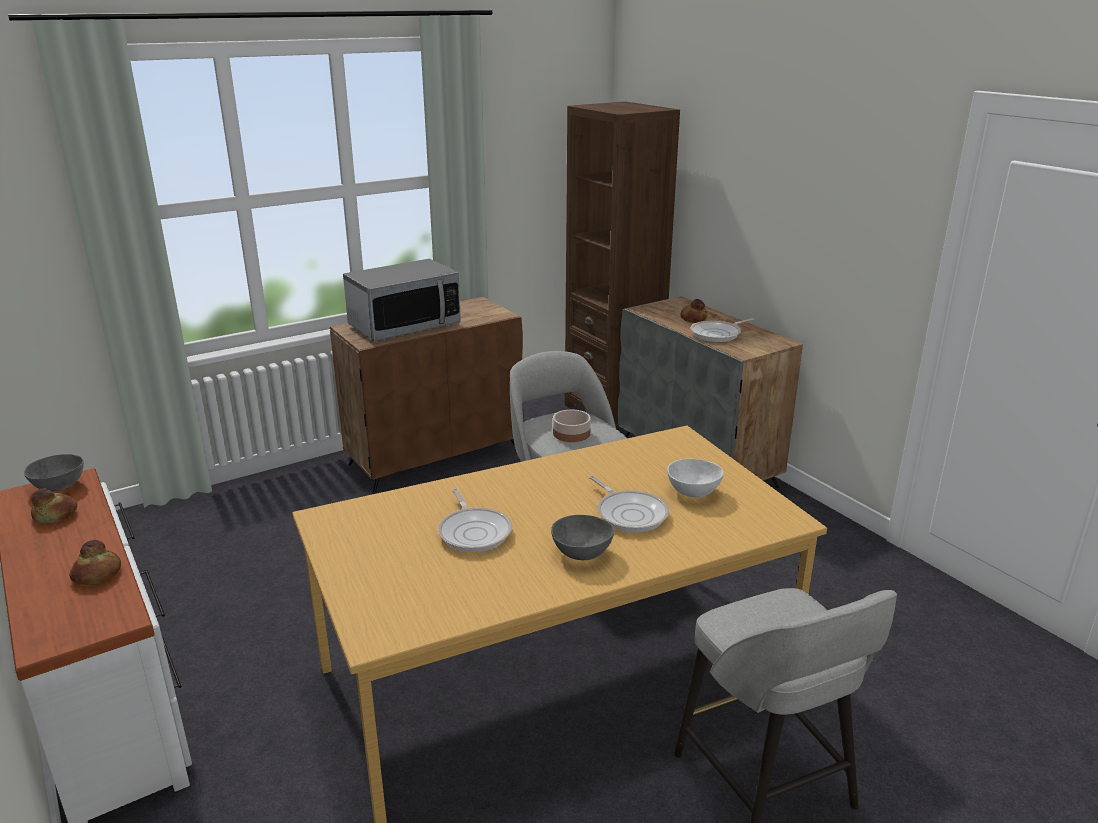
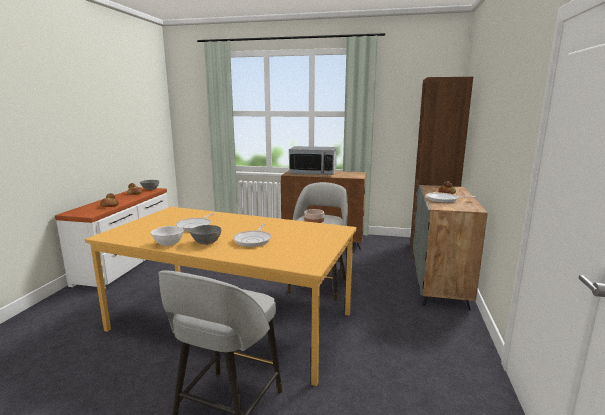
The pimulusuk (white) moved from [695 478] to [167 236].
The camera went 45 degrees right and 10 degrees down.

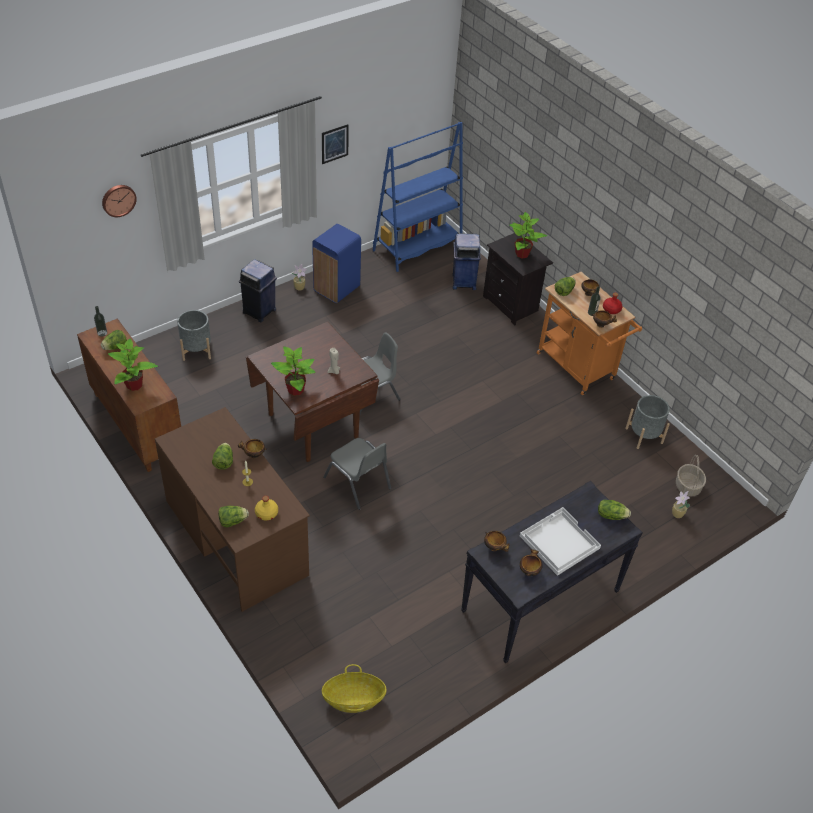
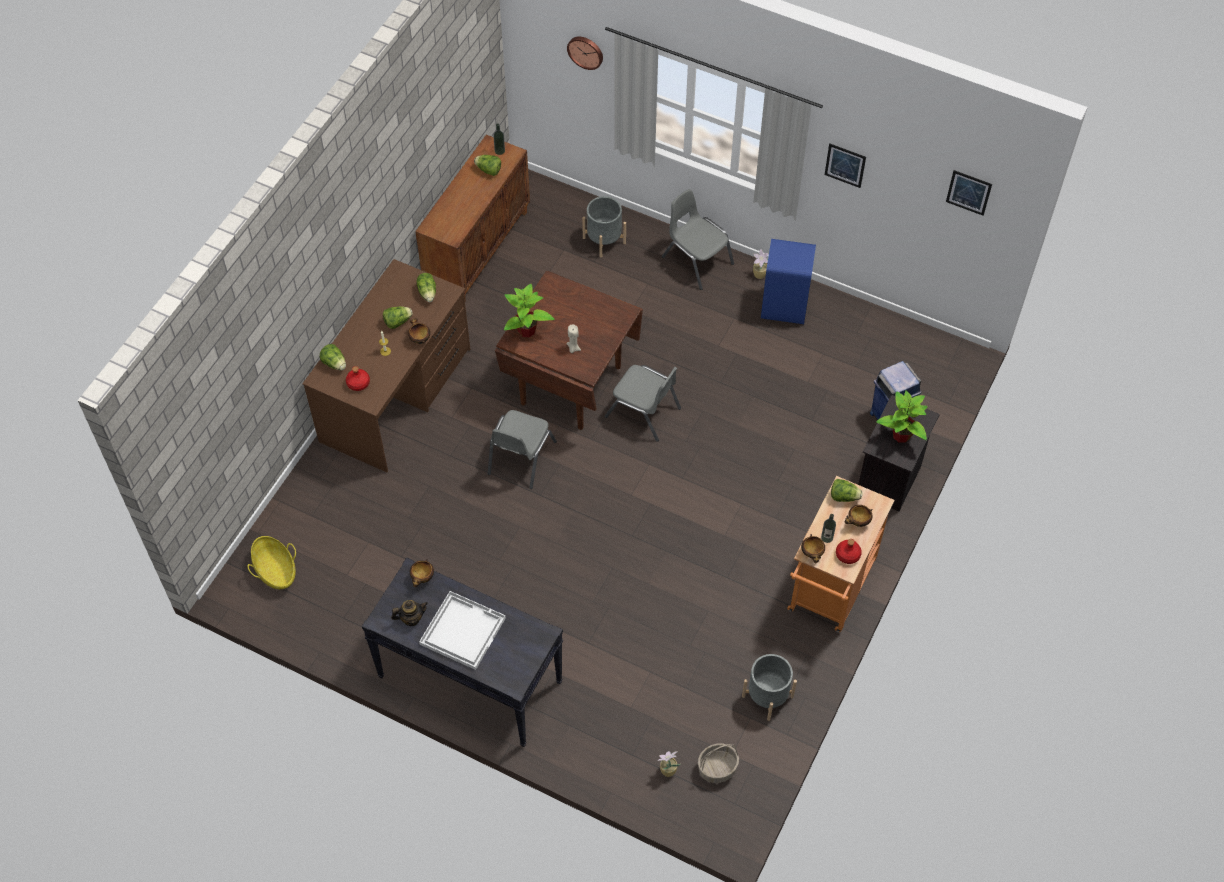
The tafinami at [133 365] disappeared.
The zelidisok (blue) at [418 197] disappeared.
The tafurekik at [969 193] appeared.
The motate moved from [614 510] to [426 287].
The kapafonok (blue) at [258 290] was replaced by the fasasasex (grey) at [698 239].
The pimulusuk at [531 562] was replaced by the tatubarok at [409 613].
The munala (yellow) at [266 508] became the munala (red) at [358 378].
The camera went 65 degrees right and 10 degrees up.

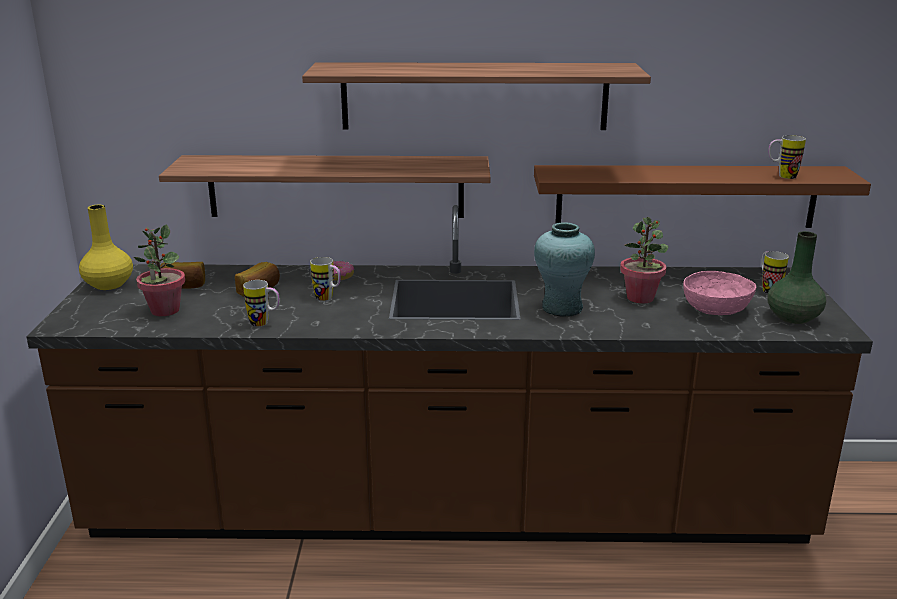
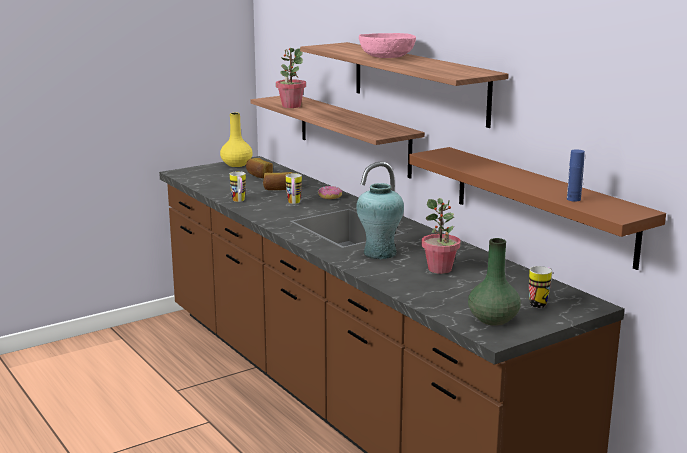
The tafinami moved from [159 270] to [291 78].
The pimulusuk (pink) moved from [719 293] to [387 45].
The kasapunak at [787 157] was replaced by the munala (blue) at [576 175].
The camera went 55 degrees right and 5 degrees down.

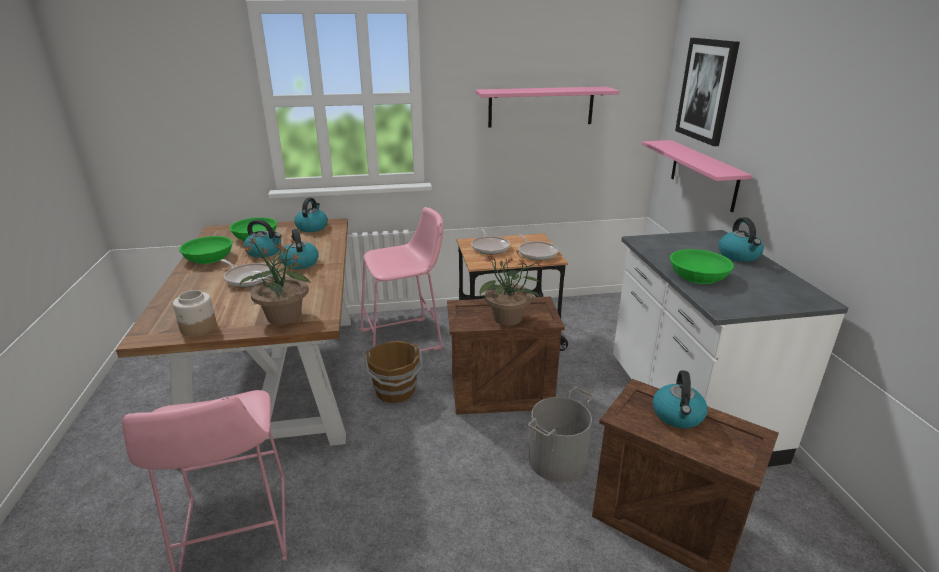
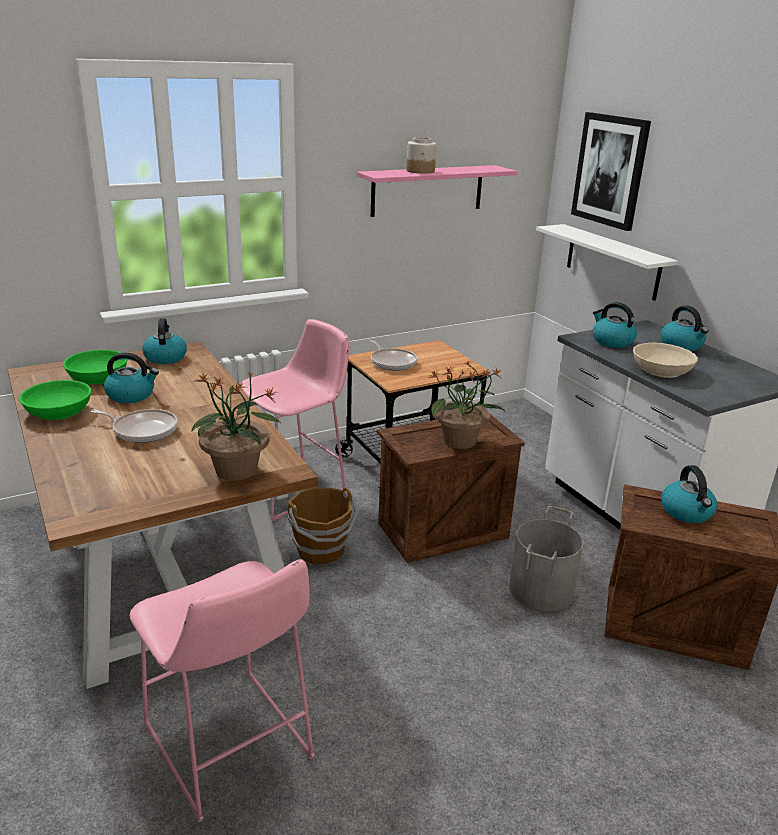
The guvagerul at [538 247] disappeared.
The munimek moved from [195 313] to [421 155].
The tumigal moved from [299 249] to [615 325].
The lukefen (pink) at [697 176] became the lukefen (white) at [607 262].
The pimulusuk (green) at [702 266] became the pimulusuk (beige) at [665 360].
The camera went 20 degrees left and 0 degrees up.

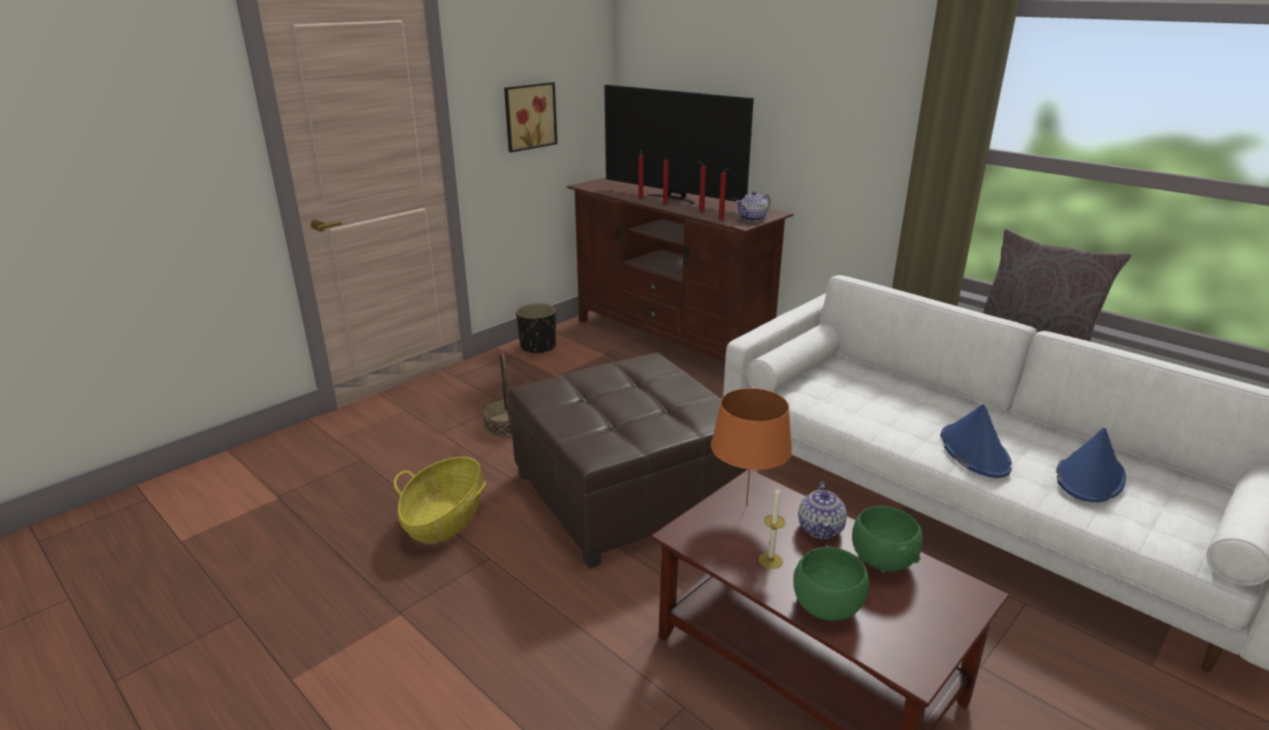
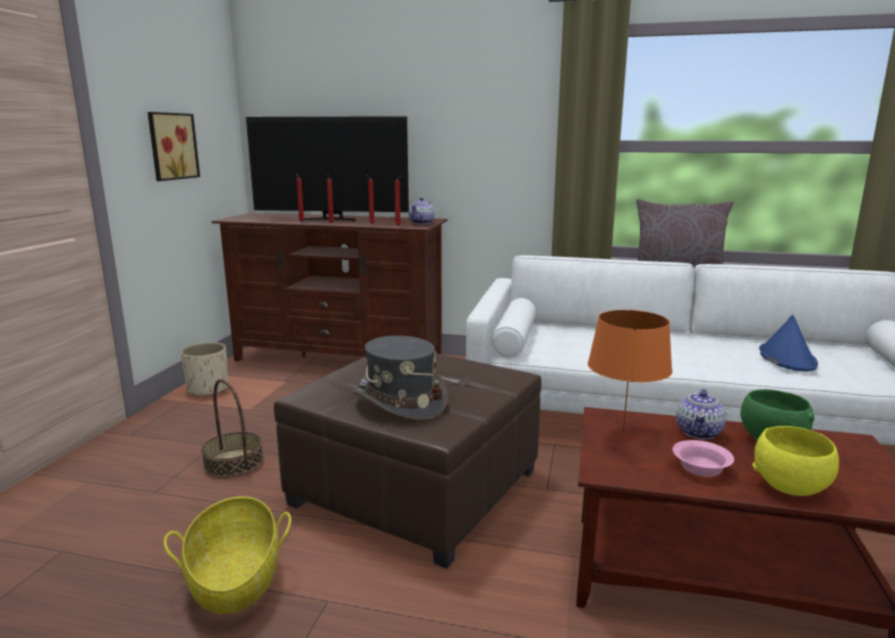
The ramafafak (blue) at [976 441] disappeared.
The ramafafak (grey) at [401 378] appeared.
The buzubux at [772 528] was replaced by the pimulusuk (pink) at [703 458].
The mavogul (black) at [536 328] became the mavogul (beige) at [204 369].
The pimulusuk (green) at [831 583] became the pimulusuk (yellow) at [795 461].
The tatubarok at [822 510] turned 45 degrees clockwise.
The camera went 30 degrees left and 10 degrees down.

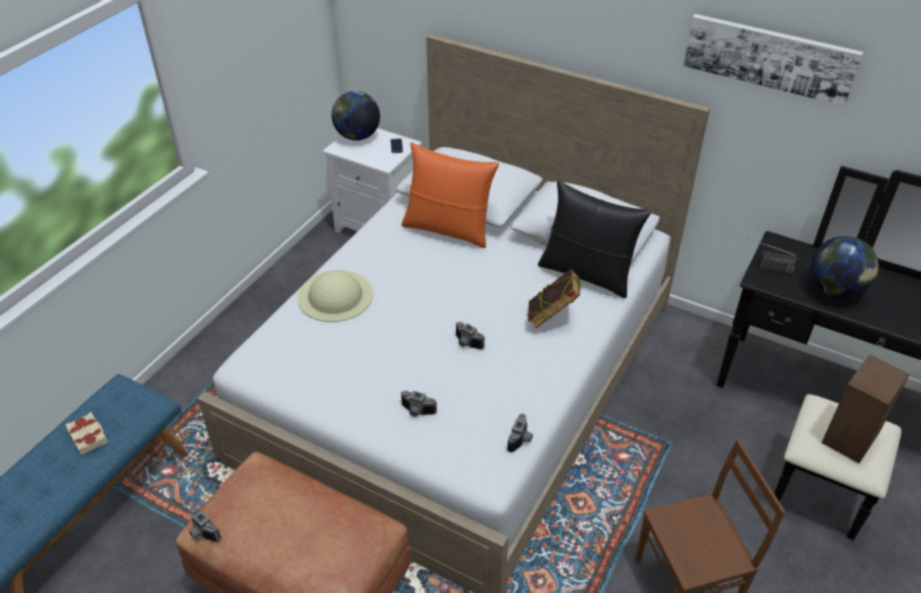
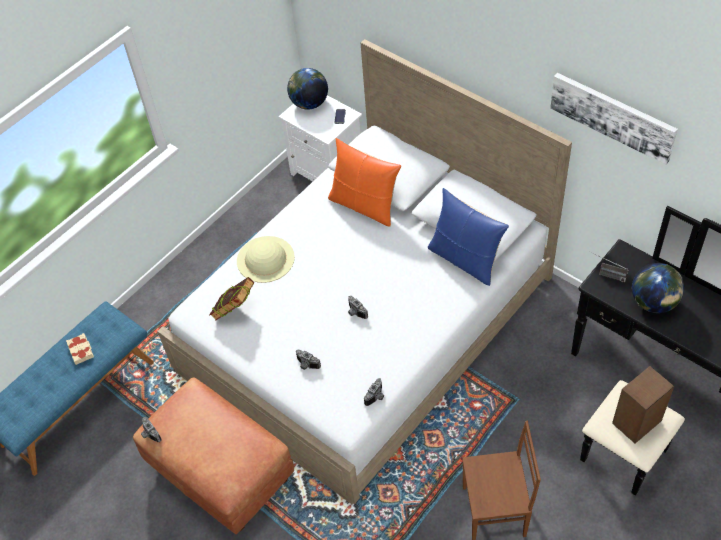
The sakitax moved from [554 298] to [232 299].
The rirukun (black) at [594 239] became the rirukun (blue) at [468 237].
The camera went 15 degrees right and 10 degrees up.

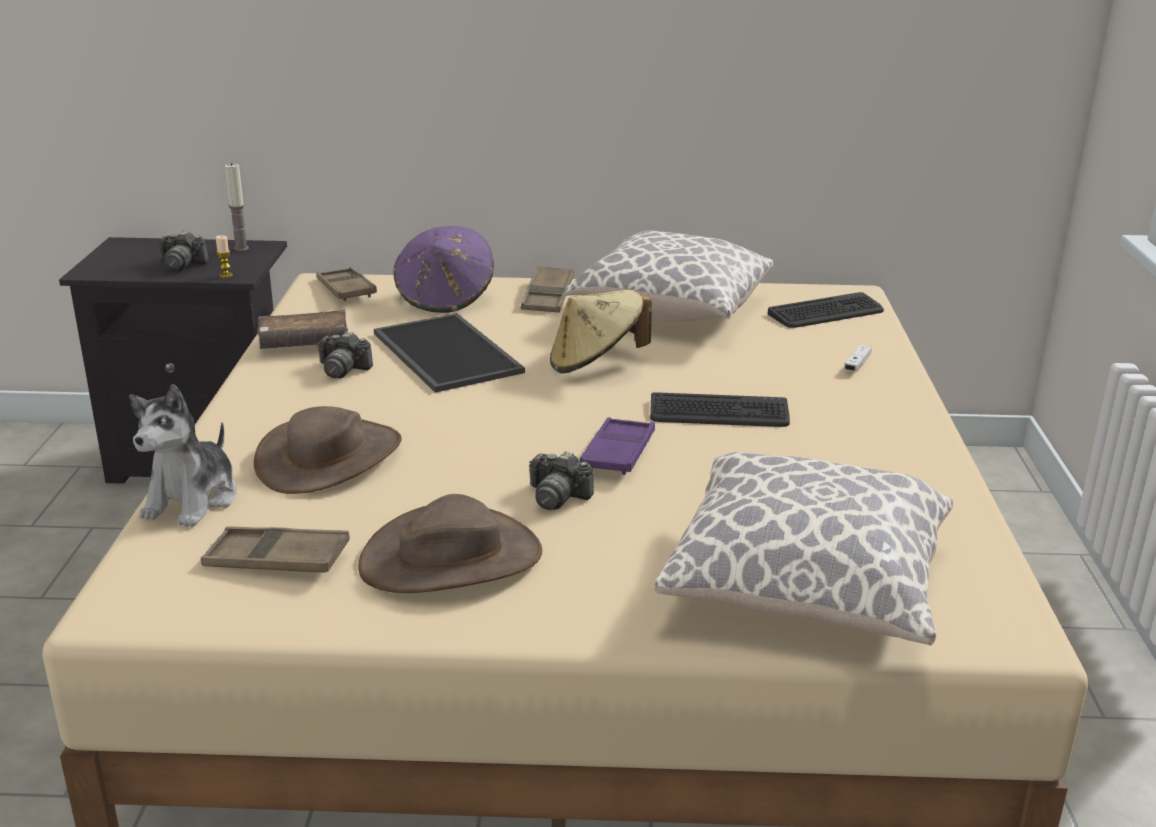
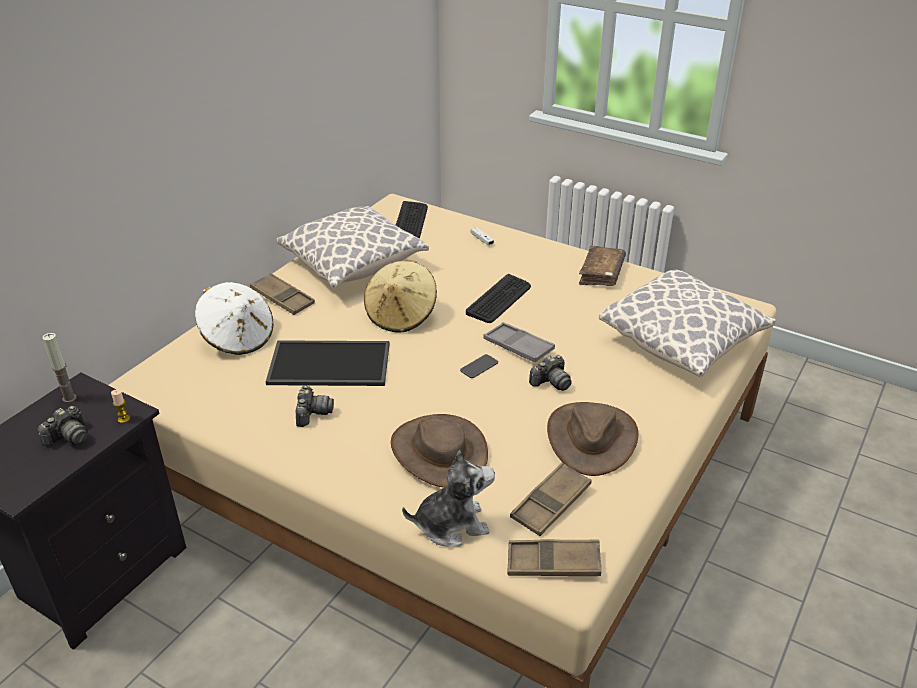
The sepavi at [479 366] appeared.
The sakitax (brown) moved from [302 329] to [602 266].
The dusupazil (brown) moved from [346 284] to [554 557].
The ramafafak (purple) at [443 269] became the ramafafak (white) at [234 318].
The dusupazil (purple) at [617 446] became the dusupazil (grey) at [519 342].
The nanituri at [183 455] turned 60 degrees counterclockwise.
The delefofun at [345 354] turned 45 degrees counterclockwise.
The camera went 60 degrees left and 10 degrees up.

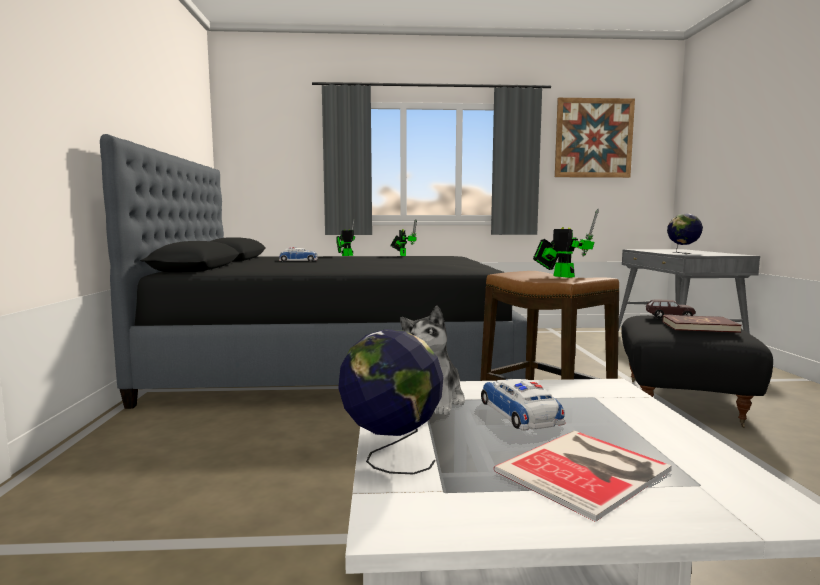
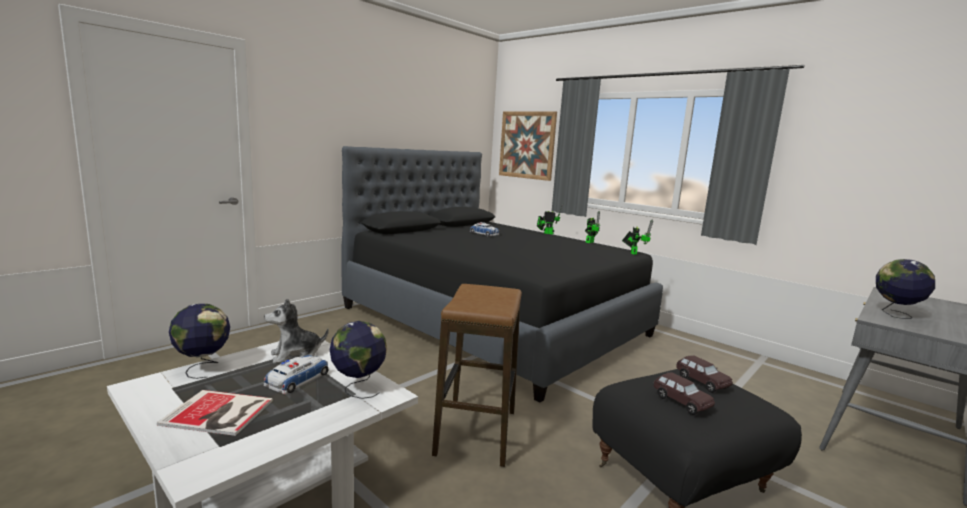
The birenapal at [358 360] appeared.
The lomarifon moved from [566 243] to [637 237].
The tafurekik moved from [595 138] to [528 146].
The sakitax (red) at [702 324] was replaced by the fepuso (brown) at [684 393].
The camera went 45 degrees right and 5 degrees up.

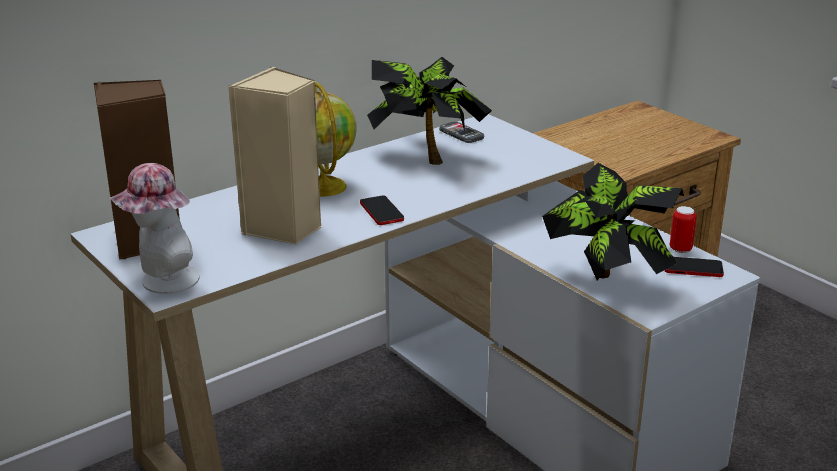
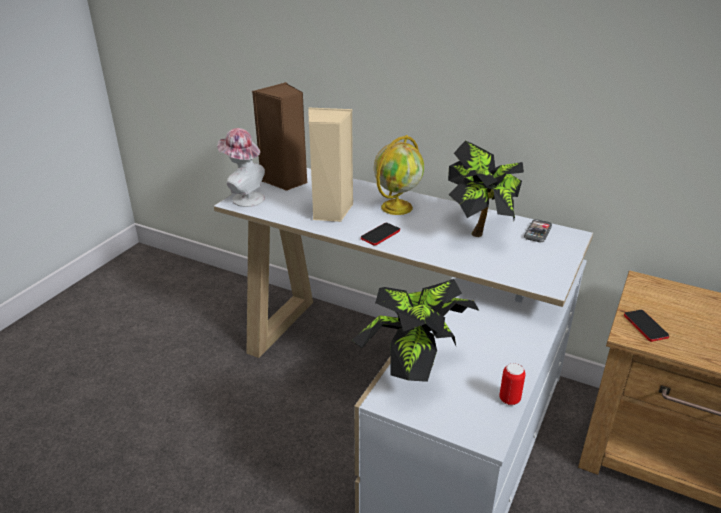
The sepavi moved from [694 267] to [646 326].
The camera went 65 degrees right and 5 degrees up.

